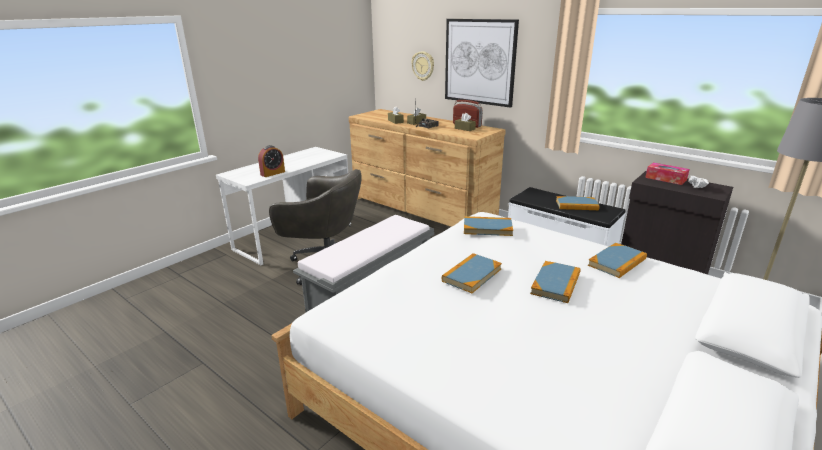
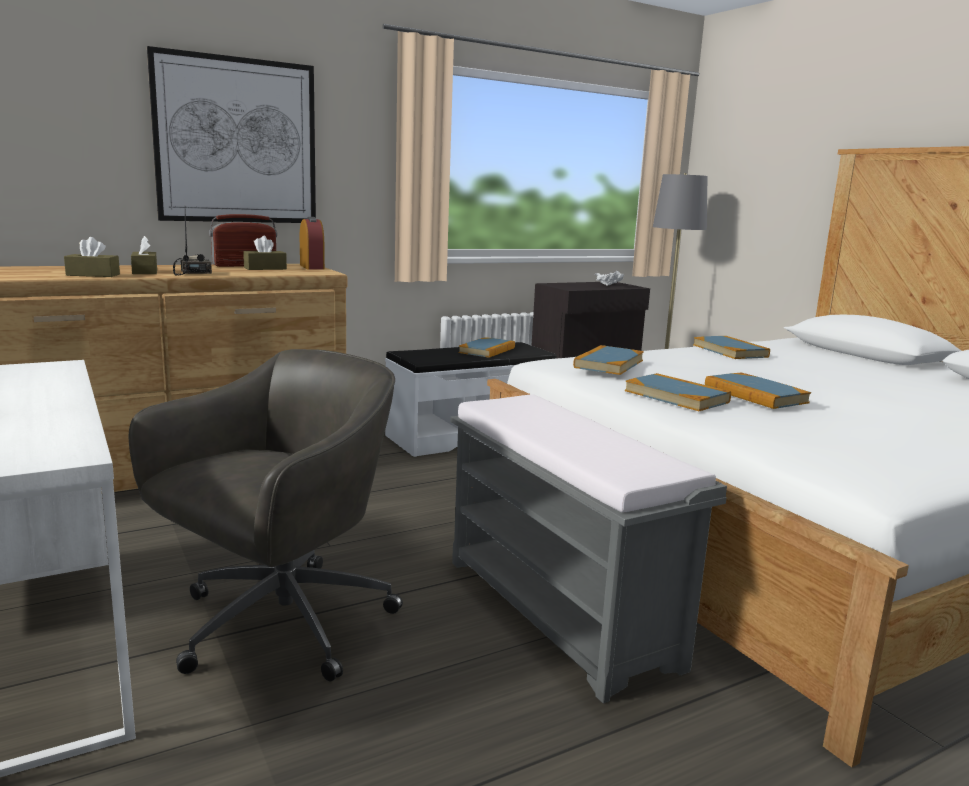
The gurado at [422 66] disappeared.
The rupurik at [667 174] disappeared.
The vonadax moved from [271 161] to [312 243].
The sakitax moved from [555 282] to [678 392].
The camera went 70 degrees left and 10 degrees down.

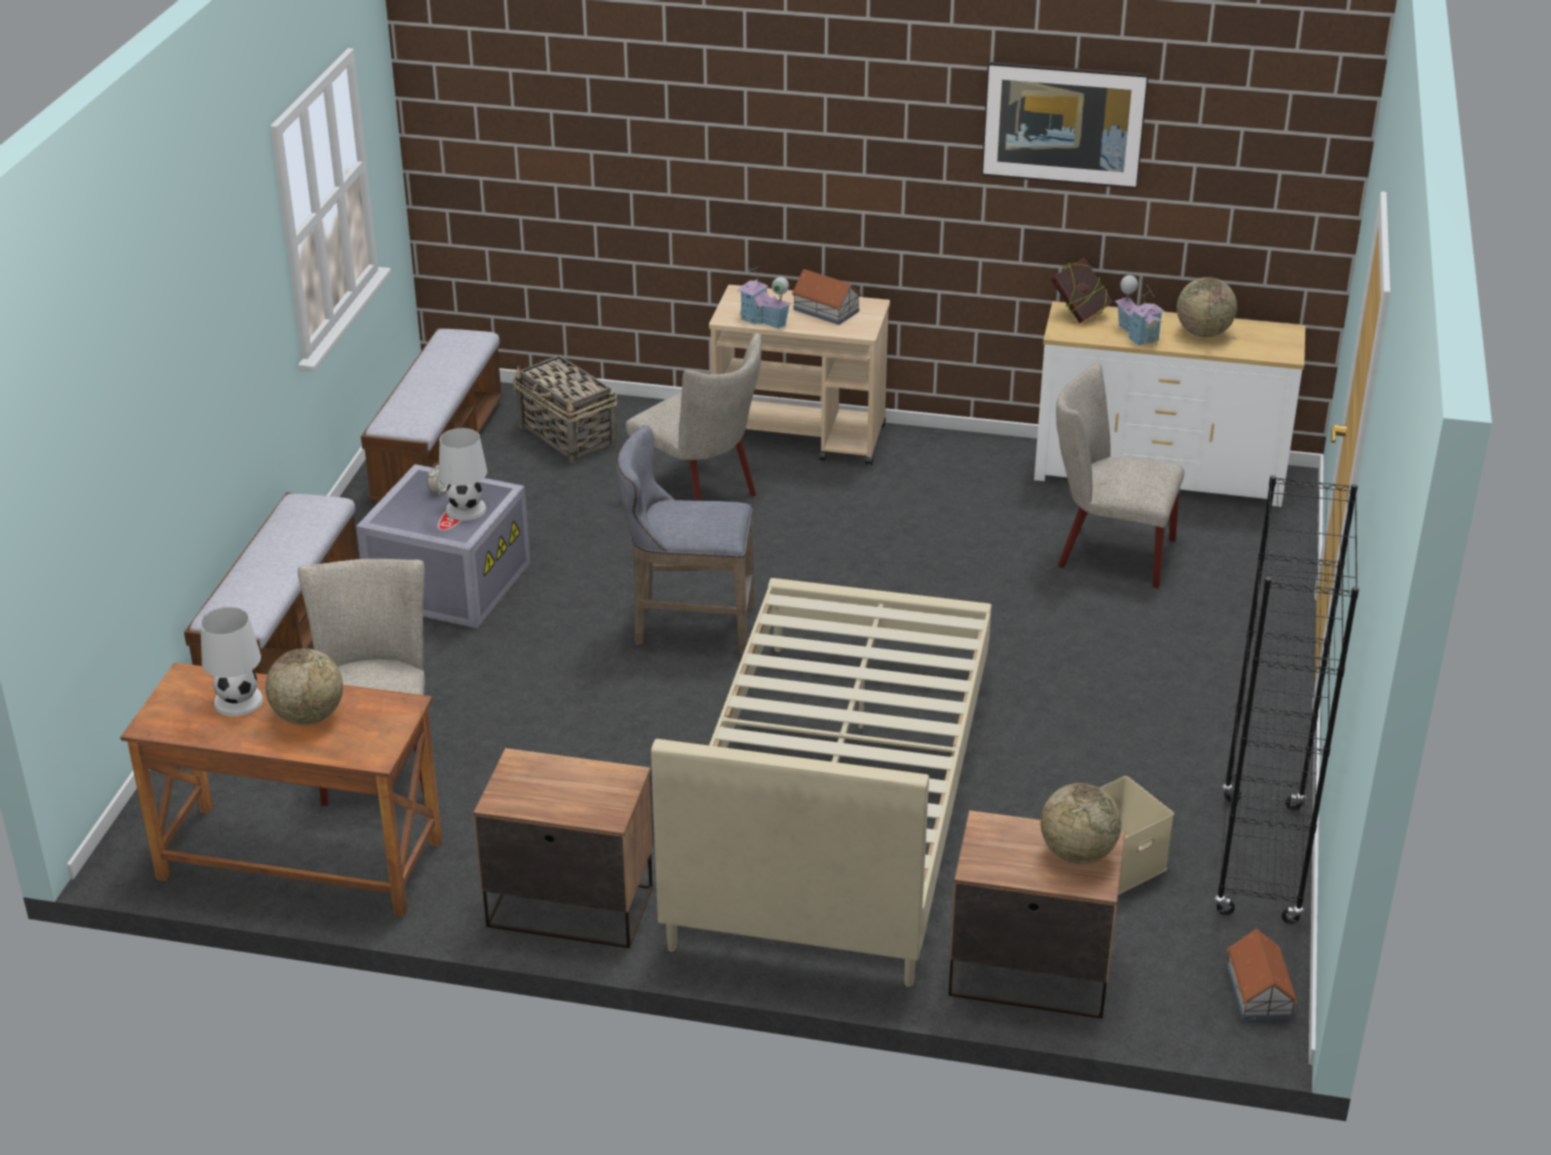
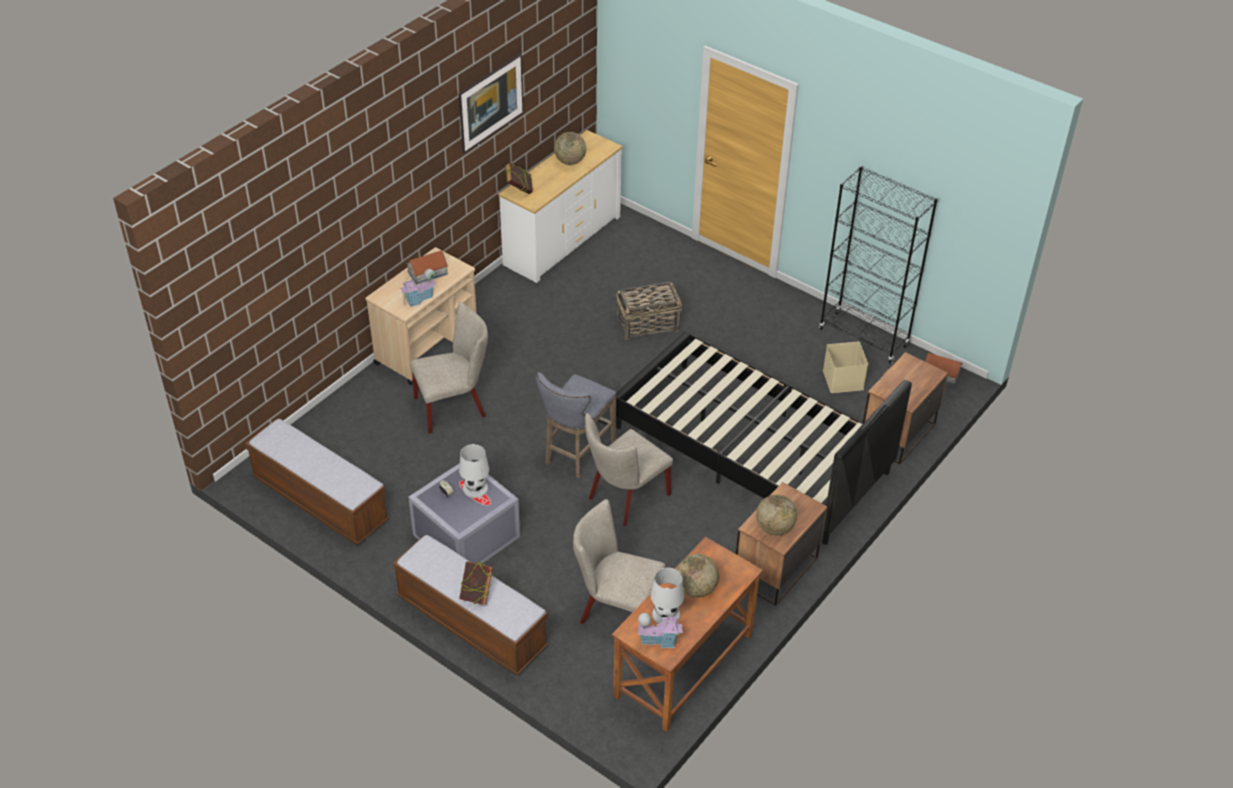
The sakitax at [476 583] appeared.
The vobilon moved from [565 408] to [649 311].
The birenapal moved from [1081 823] to [776 515].
The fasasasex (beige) moved from [1120 476] to [629 469].
The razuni moved from [1140 311] to [660 630].
The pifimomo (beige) at [821 782] became the pifimomo (black) at [764 438].
The camera went 65 degrees left and 10 degrees up.

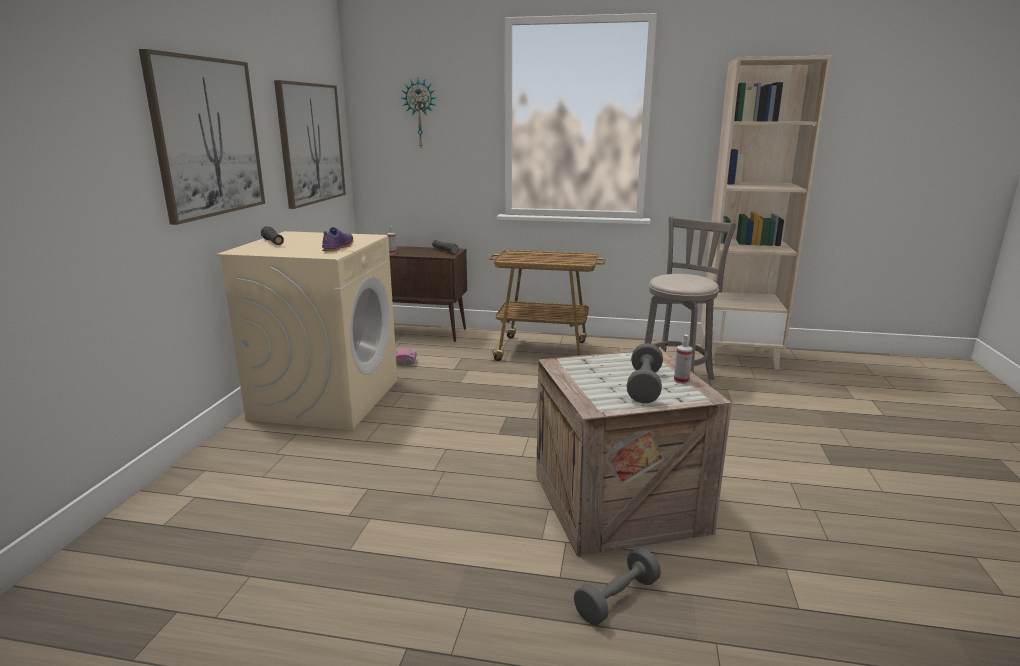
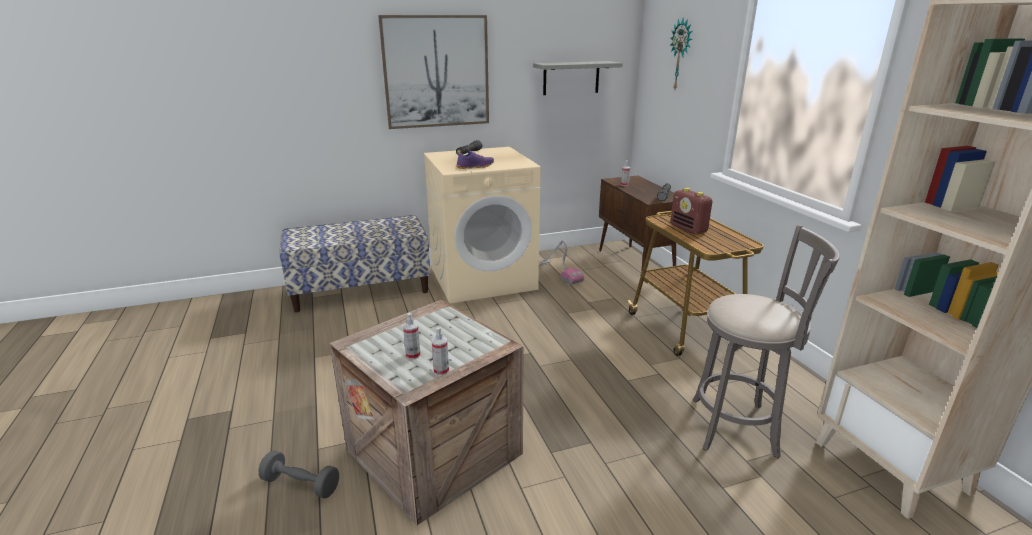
The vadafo at [354 263] appeared.
The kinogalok at [692 211] appeared.
The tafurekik at [310 144] was replaced by the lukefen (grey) at [578 78].
The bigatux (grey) at [645 373] was replaced by the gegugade at [412 336].
The camera went 60 degrees right and 5 degrees up.

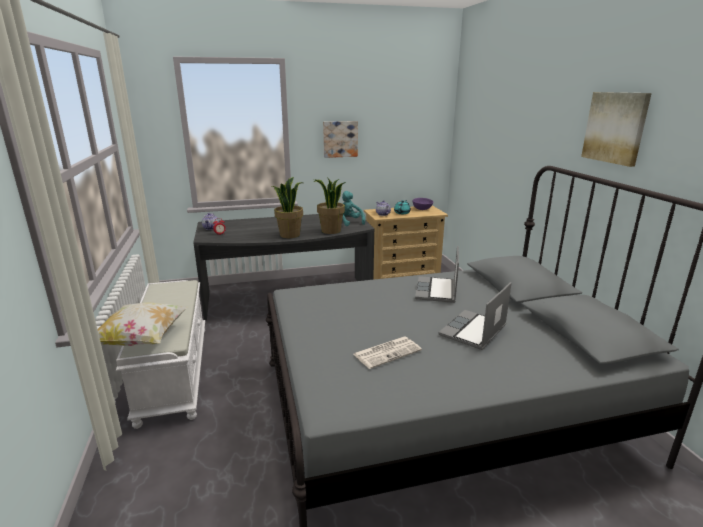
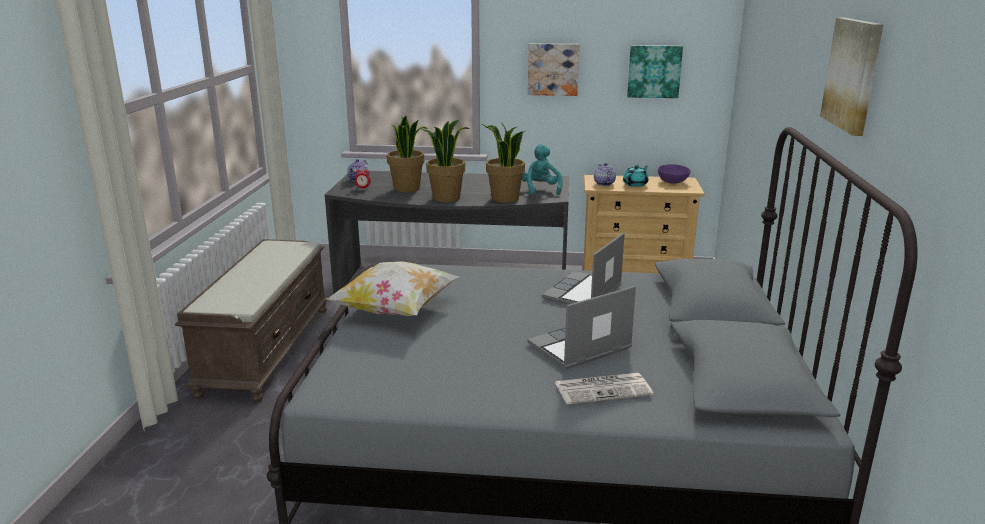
The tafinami at [407 154] appeared.
The tafurekik at [655 71] appeared.
The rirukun moved from [142 324] to [392 288].
The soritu moved from [387 353] to [604 388].
The vadafo (white) at [160 354] became the vadafo (brown) at [252 321].
The camera went 20 degrees right and 0 degrees up.

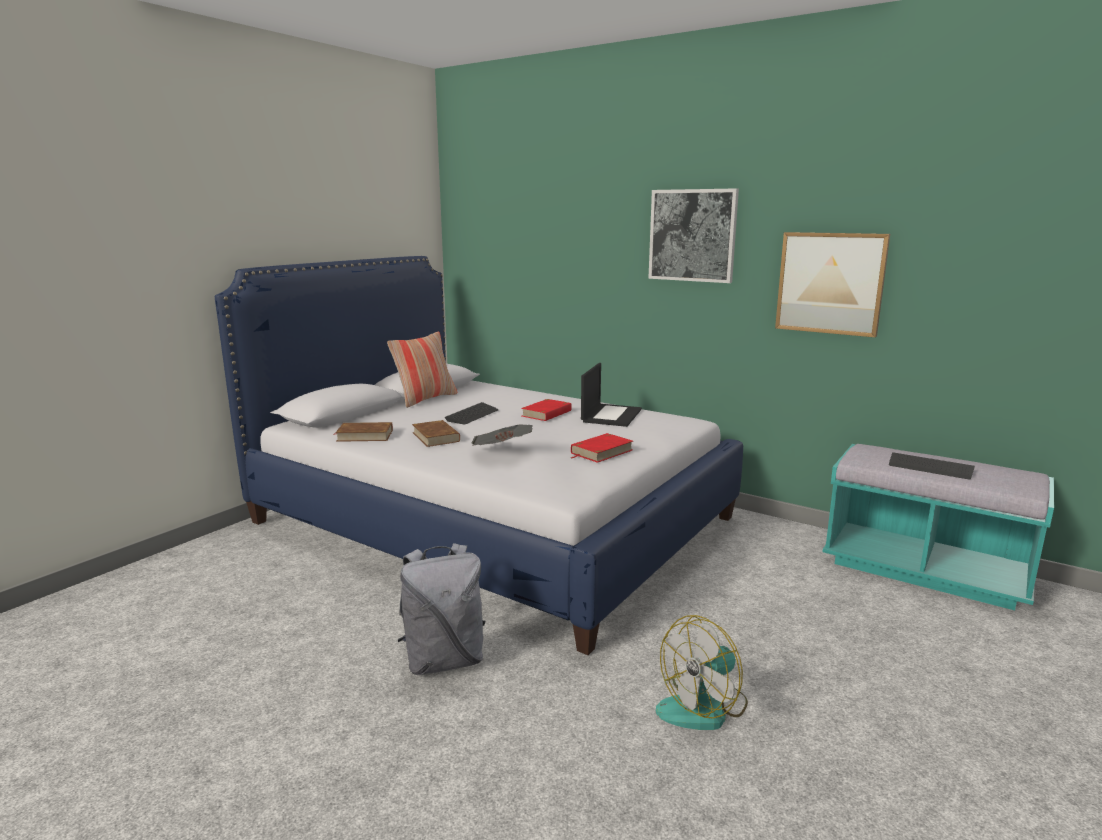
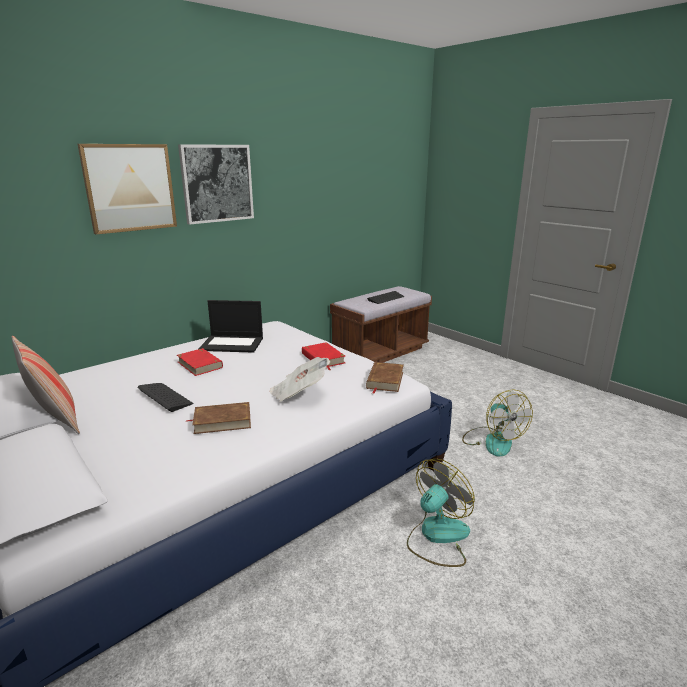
The sakitax (brown) moved from [364 432] to [385 378].
The tafurekik moved from [832 284] to [127 189].
The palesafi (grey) at [441 609] was replaced by the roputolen at [441 513].
The vadafo (turquoise) at [938 527] became the vadafo (brown) at [381 324].
The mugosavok at [611 395] turned 150 degrees clockwise.
The camera went 75 degrees left and 5 degrees up.

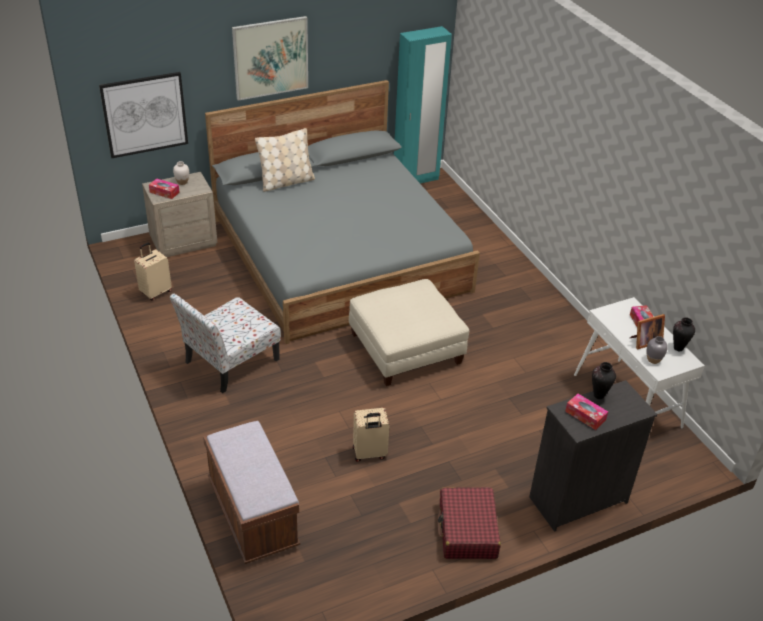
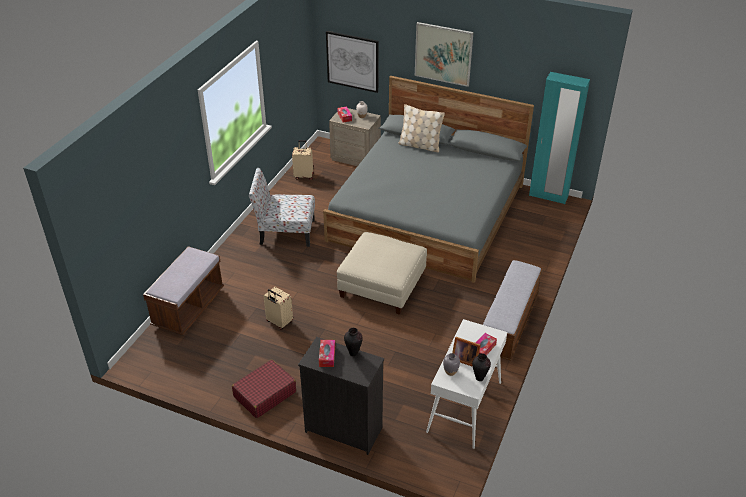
The vadafo at [513 310] appeared.
The camera went 50 degrees right and 0 degrees up.

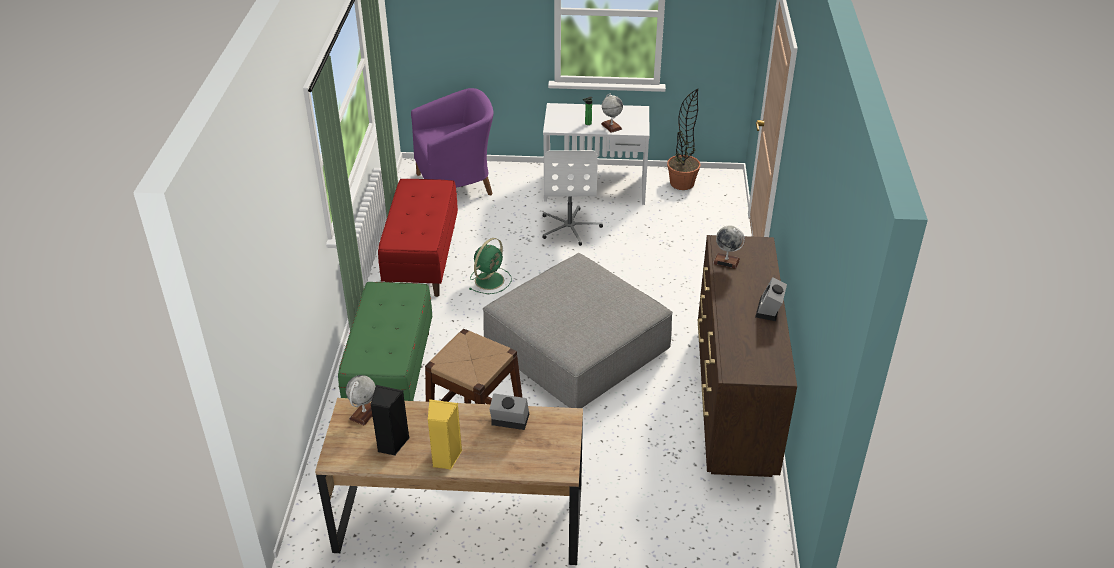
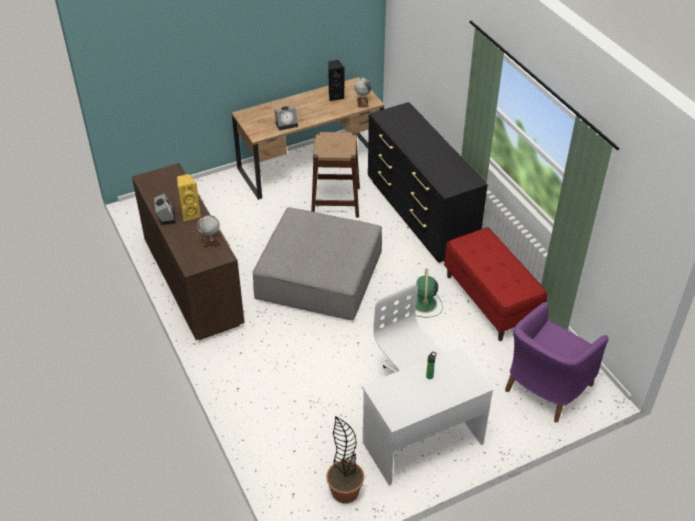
The birenapal at [612 113] disappeared.
The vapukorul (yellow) moved from [445 434] to [189 197].
The vadafo (green) at [385 341] was replaced by the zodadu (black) at [428 182].
The camera went 150 degrees right and 5 degrees up.

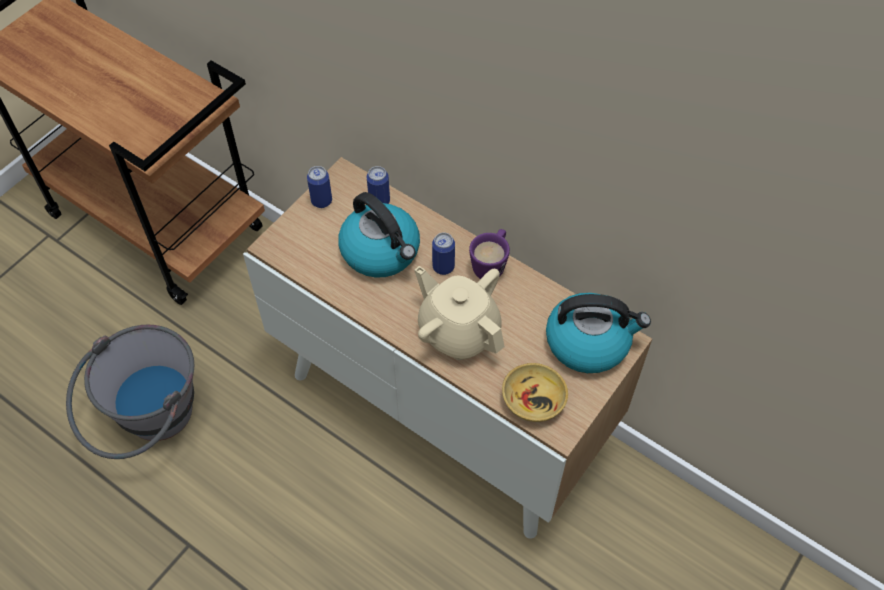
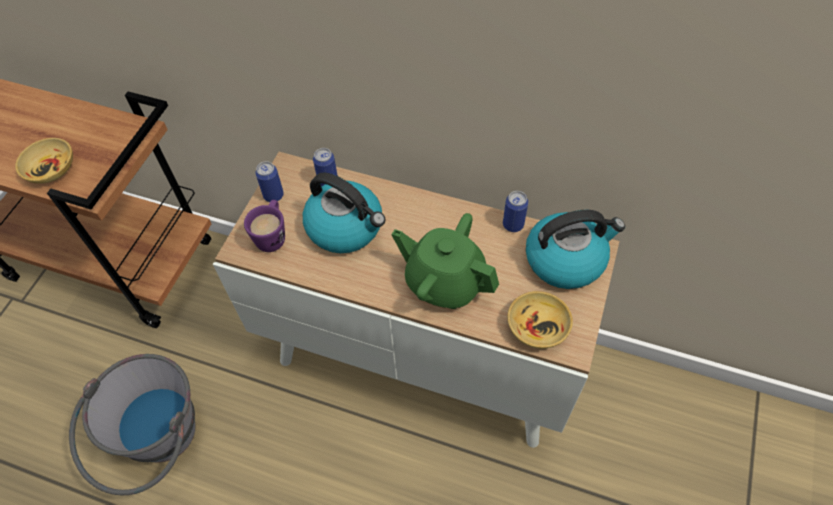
The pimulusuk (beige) at [44 161] appeared.
The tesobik moved from [443 254] to [515 211].
The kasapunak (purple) moved from [489 254] to [264 226].
The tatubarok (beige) at [459 313] became the tatubarok (green) at [445 261].
The camera went 15 degrees left and 0 degrees up.

